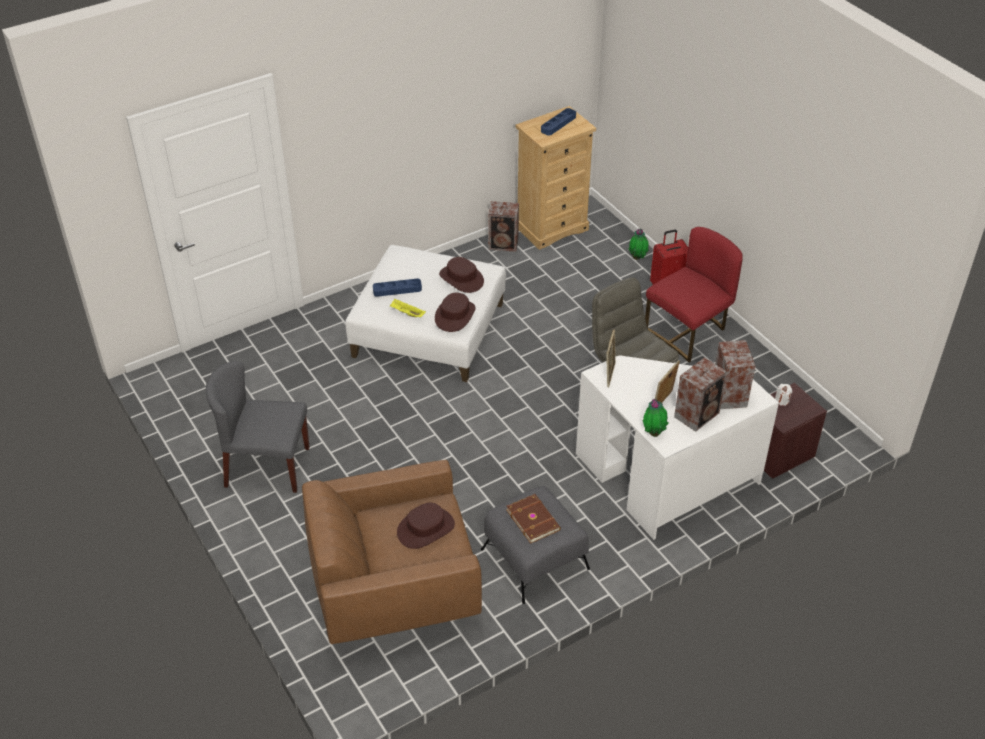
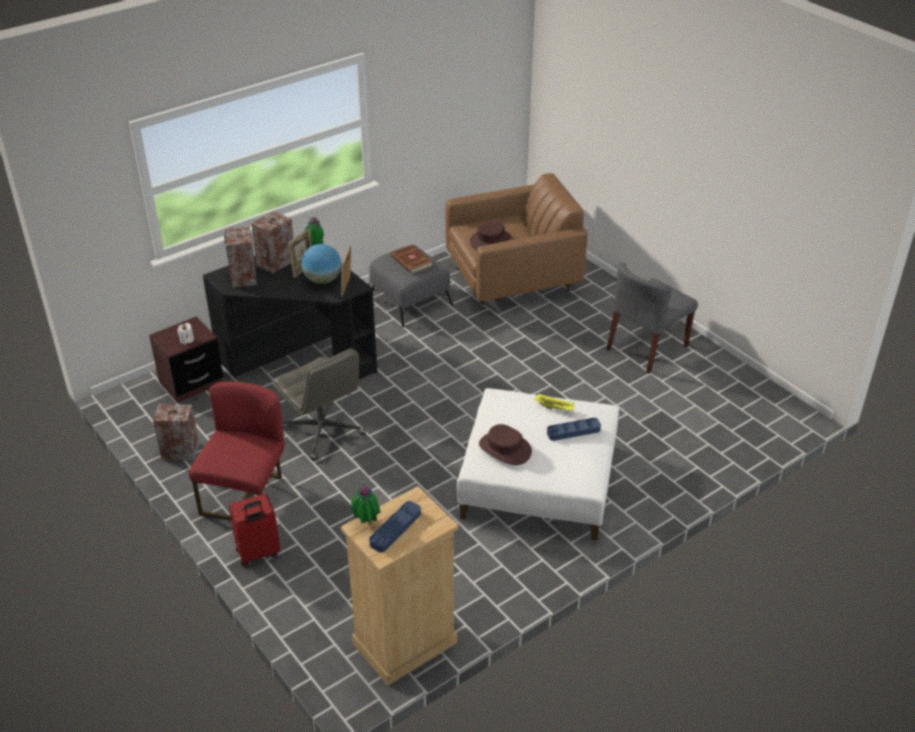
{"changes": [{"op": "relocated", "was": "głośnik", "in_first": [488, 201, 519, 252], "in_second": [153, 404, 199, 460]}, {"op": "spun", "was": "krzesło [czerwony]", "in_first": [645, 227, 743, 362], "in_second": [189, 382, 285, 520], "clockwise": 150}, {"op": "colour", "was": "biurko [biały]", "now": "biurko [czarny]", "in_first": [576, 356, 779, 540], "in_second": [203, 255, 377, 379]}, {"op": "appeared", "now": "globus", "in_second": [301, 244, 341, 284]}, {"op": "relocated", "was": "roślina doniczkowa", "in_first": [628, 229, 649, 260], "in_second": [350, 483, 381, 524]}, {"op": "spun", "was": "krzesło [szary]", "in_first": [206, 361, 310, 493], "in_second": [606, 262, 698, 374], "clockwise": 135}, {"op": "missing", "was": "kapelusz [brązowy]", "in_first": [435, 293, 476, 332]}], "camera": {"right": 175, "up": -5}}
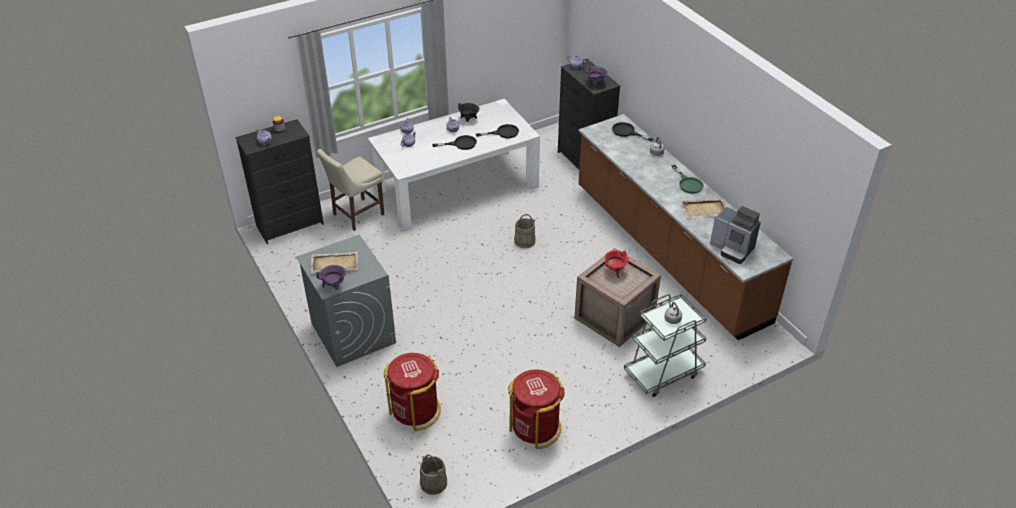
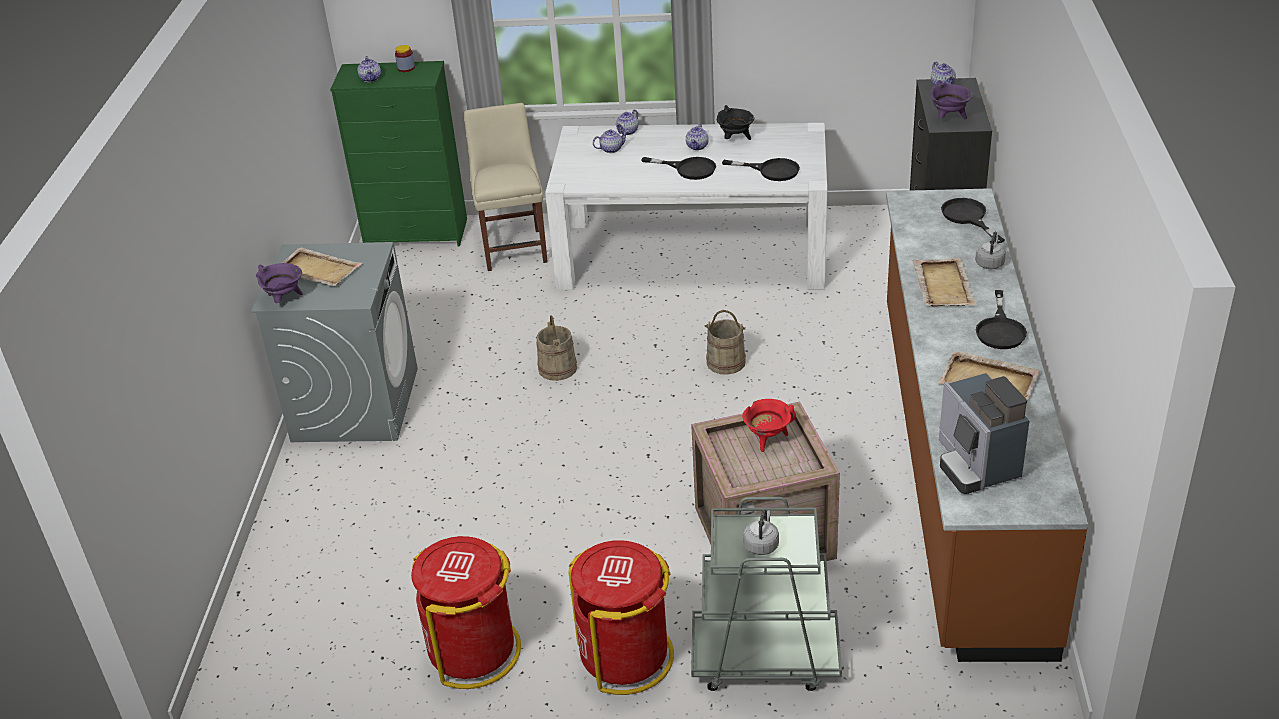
{"changes": [{"op": "colour", "was": "komoda [czarny]", "now": "komoda [zielony]", "in_first": [235, 119, 324, 244], "in_second": [330, 61, 467, 247]}, {"op": "spun", "was": "krzesło [beżowy]", "in_first": [317, 149, 384, 231], "in_second": [464, 103, 548, 271], "clockwise": 90}, {"op": "relocated", "was": "wiadro [beżowy]", "in_first": [420, 454, 447, 495], "in_second": [536, 315, 577, 381]}, {"op": "relocated", "was": "kosz na śmieci [czerwony]", "in_first": [384, 353, 441, 431], "in_second": [569, 540, 674, 695]}, {"op": "appeared", "now": "taca [beżowy]", "in_second": [912, 258, 977, 306]}, {"op": "colour", "was": "patelnia [zielony]", "now": "patelnia [czarny]", "in_first": [672, 165, 704, 194], "in_second": [976, 290, 1027, 349]}], "camera": {"right": 35, "up": -5}}
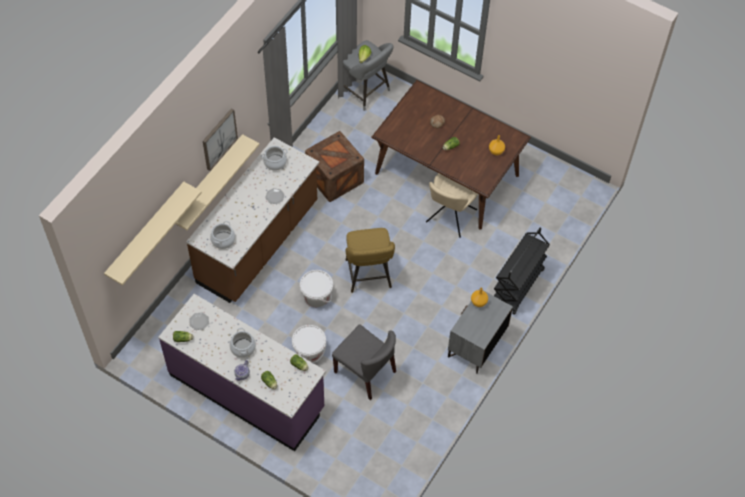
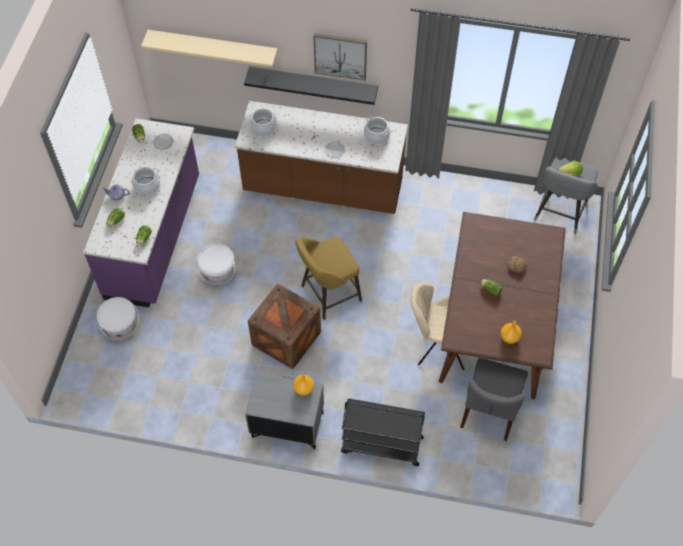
{"changes": [{"op": "relocated", "was": "wiadro [biały]", "in_first": [300, 270, 333, 307], "in_second": [97, 297, 139, 340]}, {"op": "colour", "was": "półka [beżowy]", "now": "półka [czarny]", "in_first": [176, 134, 260, 230], "in_second": [244, 67, 378, 105]}, {"op": "relocated", "was": "skrzynka", "in_first": [305, 131, 364, 202], "in_second": [248, 284, 321, 369]}, {"op": "relocated", "was": "krzesło [szary]", "in_first": [332, 324, 396, 400], "in_second": [460, 358, 528, 441]}], "camera": {"right": 70, "up": 0}}
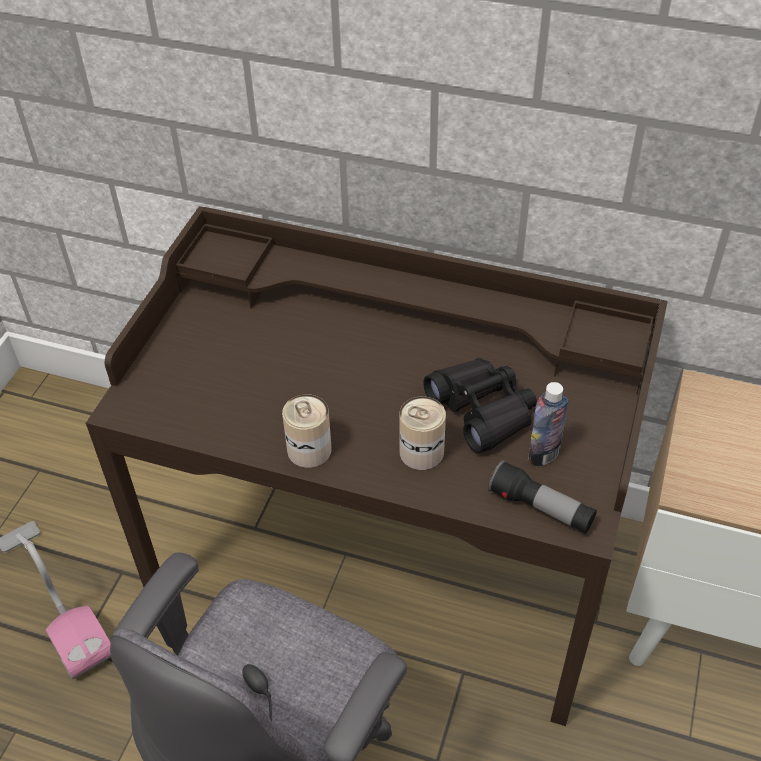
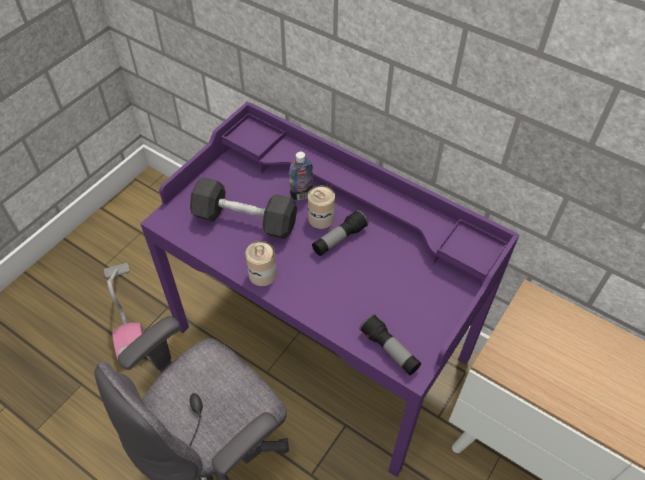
{"changes": [{"op": "colour", "was": "biurko [brązowy]", "now": "biurko [fioletowy]", "in_first": [86, 206, 668, 726], "in_second": [141, 101, 520, 477]}, {"op": "appeared", "now": "hantel [szary]", "in_second": [190, 177, 297, 239]}, {"op": "relocated", "was": "butelka", "in_first": [528, 382, 569, 466], "in_second": [289, 152, 313, 200]}, {"op": "relocated", "was": "puszka", "in_first": [399, 396, 446, 470], "in_second": [308, 186, 335, 229]}, {"op": "appeared", "now": "latarka", "in_second": [312, 210, 368, 256]}, {"op": "missing", "was": "lornetka [czarny]", "in_first": [423, 358, 537, 453]}], "camera": {"right": 15, "up": 5}}
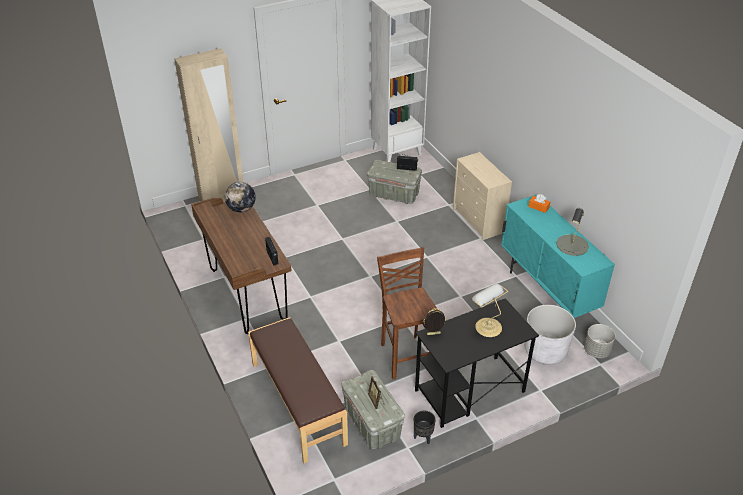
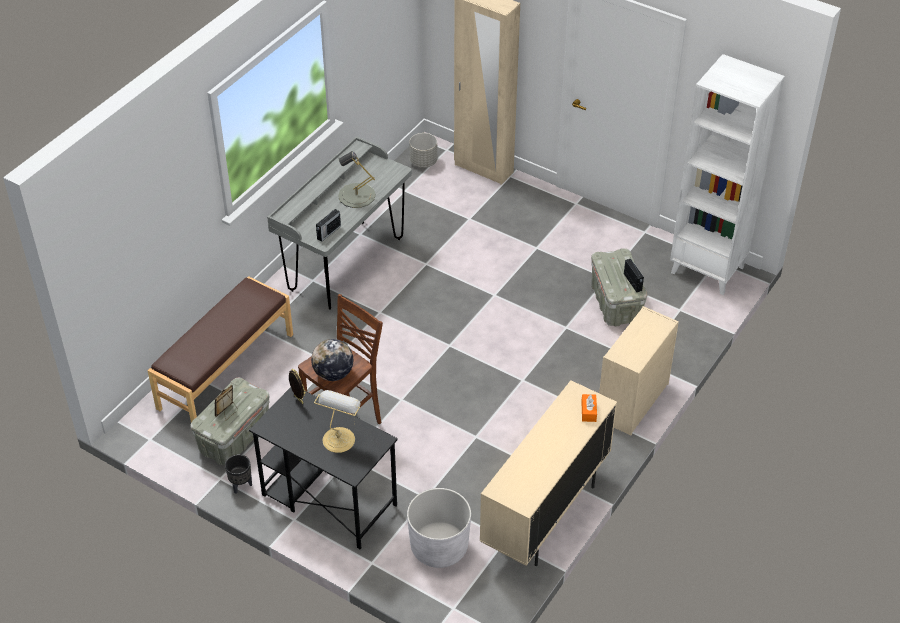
{"changes": [{"op": "colour", "was": "biurko [brązowy]", "now": "biurko [szary]", "in_first": [191, 197, 291, 334], "in_second": [267, 136, 412, 310]}, {"op": "relocated", "was": "globus", "in_first": [225, 182, 256, 212], "in_second": [311, 339, 353, 381]}, {"op": "relocated", "was": "lampa stołowa [szary]", "in_first": [556, 208, 589, 256], "in_second": [338, 151, 376, 208]}, {"op": "relocated", "was": "donica [szary]", "in_first": [584, 324, 615, 358], "in_second": [409, 133, 437, 168]}, {"op": "colour", "was": "szafka [turkusowy]", "now": "szafka [beżowy]", "in_first": [501, 194, 615, 318], "in_second": [480, 380, 617, 566]}], "camera": {"right": 60, "up": 5}}
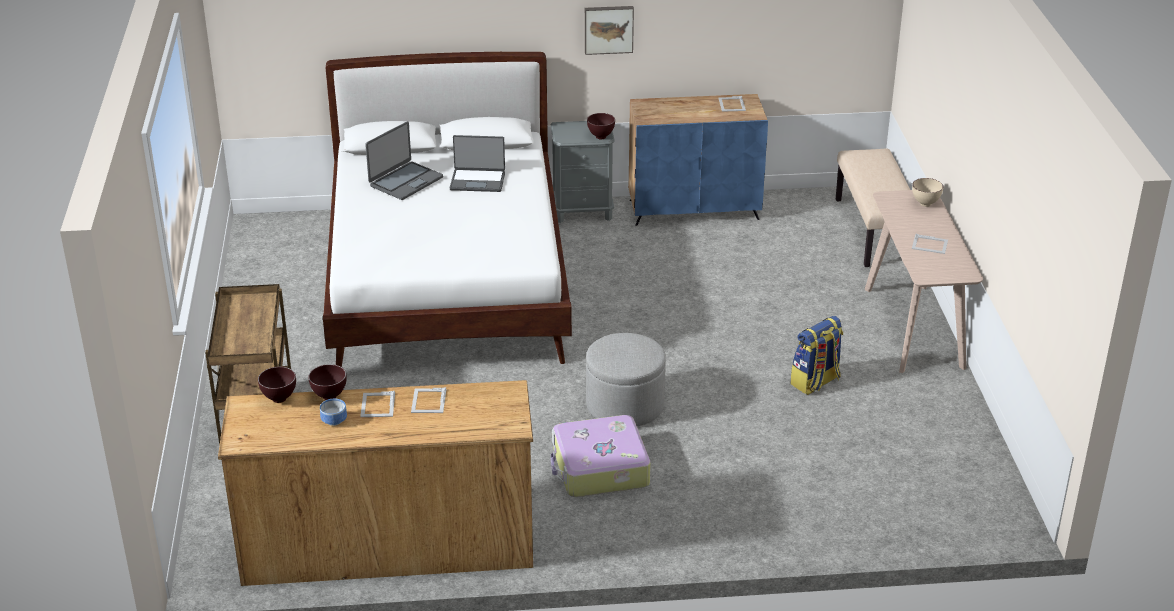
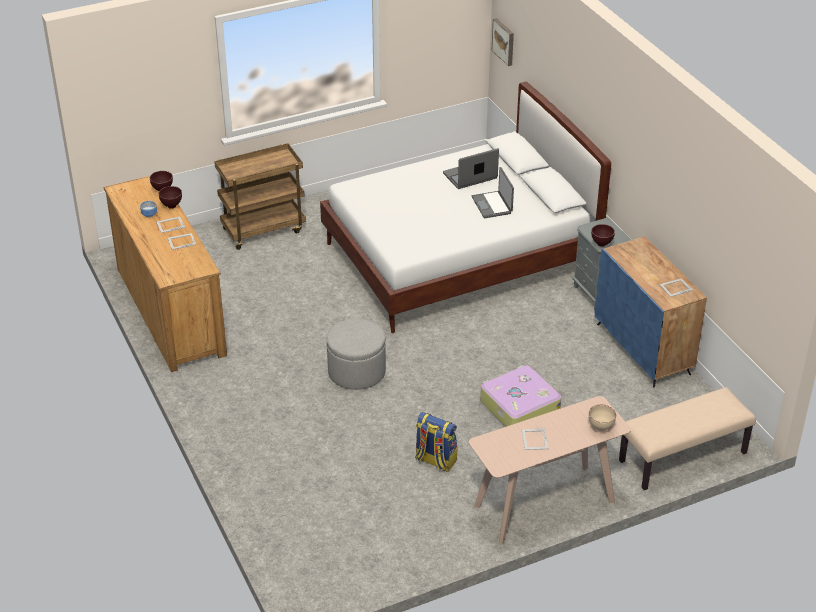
{"changes": [{"op": "spun", "was": "laptop", "in_first": [365, 121, 443, 200], "in_second": [443, 148, 499, 189], "clockwise": 135}, {"op": "relocated", "was": "walizka", "in_first": [551, 415, 651, 497], "in_second": [480, 365, 561, 427]}, {"op": "relocated", "was": "obraz", "in_first": [585, 6, 634, 55], "in_second": [492, 18, 514, 66]}], "camera": {"right": 70, "up": 5}}
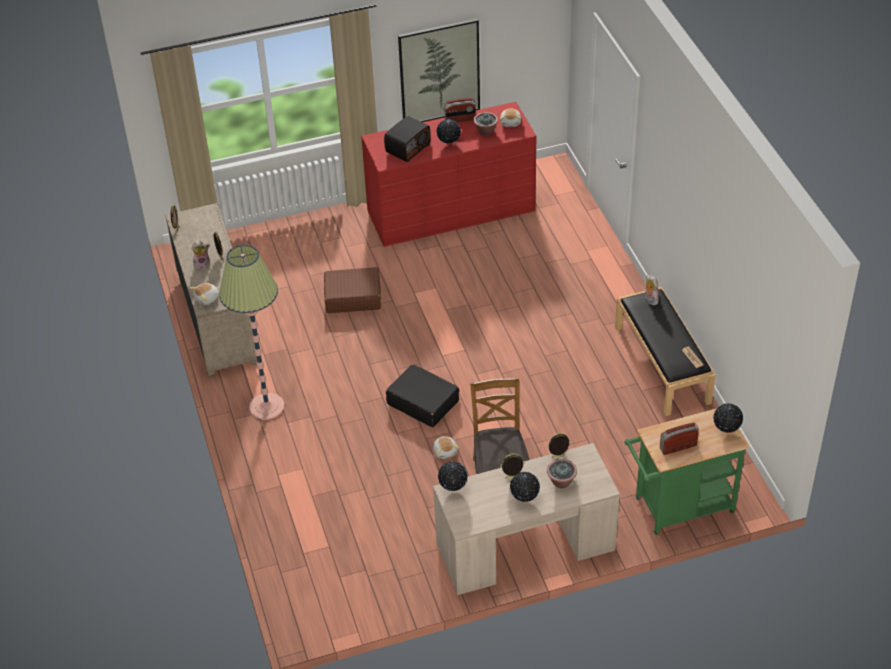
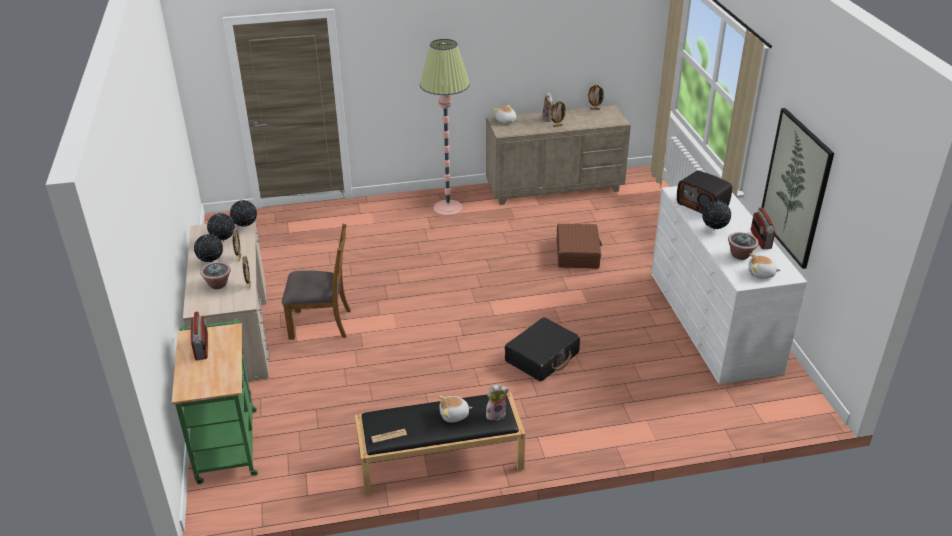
{"changes": [{"op": "relocated", "was": "globus", "in_first": [713, 403, 743, 433], "in_second": [207, 212, 235, 240]}, {"op": "relocated", "was": "pluszak", "in_first": [433, 436, 459, 459], "in_second": [438, 395, 473, 423]}, {"op": "relocated", "was": "walizka [czarny]", "in_first": [386, 364, 459, 427], "in_second": [505, 317, 580, 382]}, {"op": "colour", "was": "komoda [czerwony]", "now": "komoda [biały]", "in_first": [361, 102, 536, 247], "in_second": [651, 186, 807, 384]}], "camera": {"right": 95, "up": -10}}
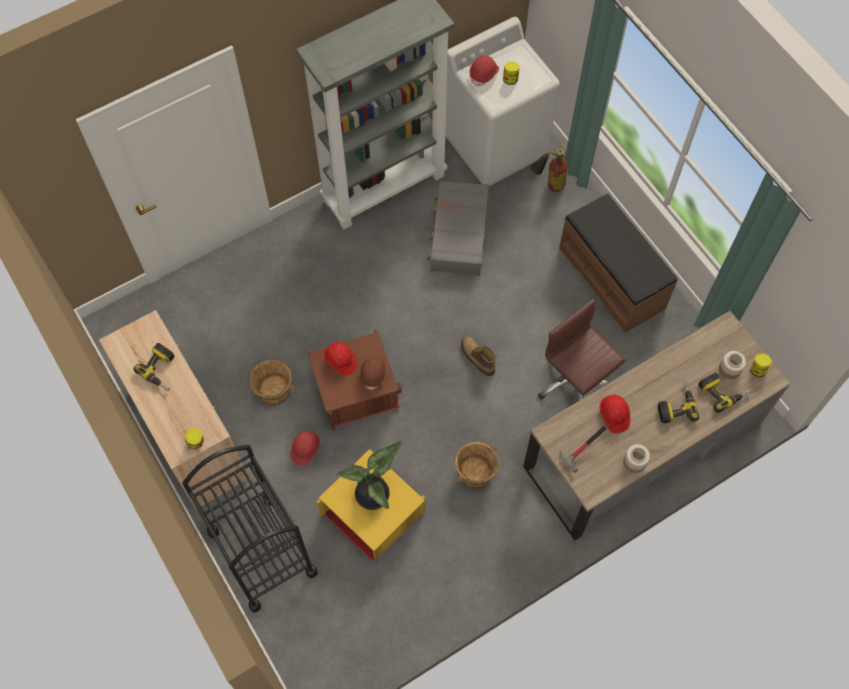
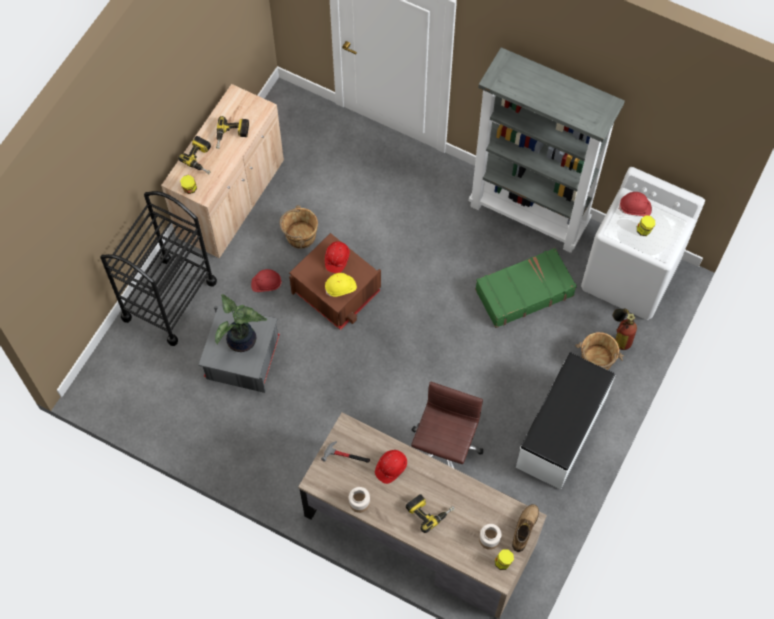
{"changes": [{"op": "relocated", "was": "wiertarka", "in_first": [698, 373, 751, 413], "in_second": [178, 136, 211, 174]}, {"op": "colour", "was": "pojemnik do przechowywania [żółty]", "now": "pojemnik do przechowywania [szary]", "in_first": [317, 449, 425, 561], "in_second": [199, 305, 280, 393]}, {"op": "colour", "was": "kask [brązowy]", "now": "kask [żółty]", "in_first": [359, 357, 387, 391], "in_second": [325, 273, 357, 297]}, {"op": "colour", "was": "walizka [szary]", "now": "walizka [zielony]", "in_first": [427, 180, 489, 275], "in_second": [475, 248, 577, 328]}, {"op": "relocated", "was": "but z cholewką", "in_first": [461, 337, 496, 376], "in_second": [512, 504, 539, 552]}, {"op": "colour", "was": "ławka [brązowy]", "now": "ławka [biały]", "in_first": [559, 193, 678, 333], "in_second": [516, 353, 616, 490]}, {"op": "relocated", "was": "wiadro [brązowy]", "in_first": [455, 442, 499, 488], "in_second": [575, 332, 624, 370]}], "camera": {"right": 60, "up": 0}}
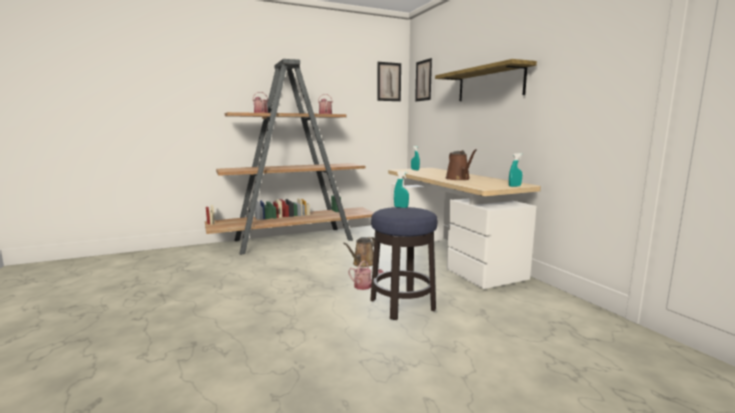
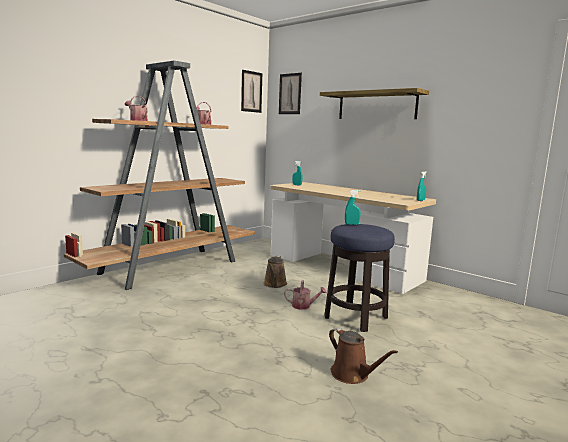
{"changes": [{"op": "relocated", "was": "konewka [brązowy]", "in_first": [446, 149, 477, 180], "in_second": [329, 327, 398, 384]}], "camera": {"right": -25, "up": 0}}
